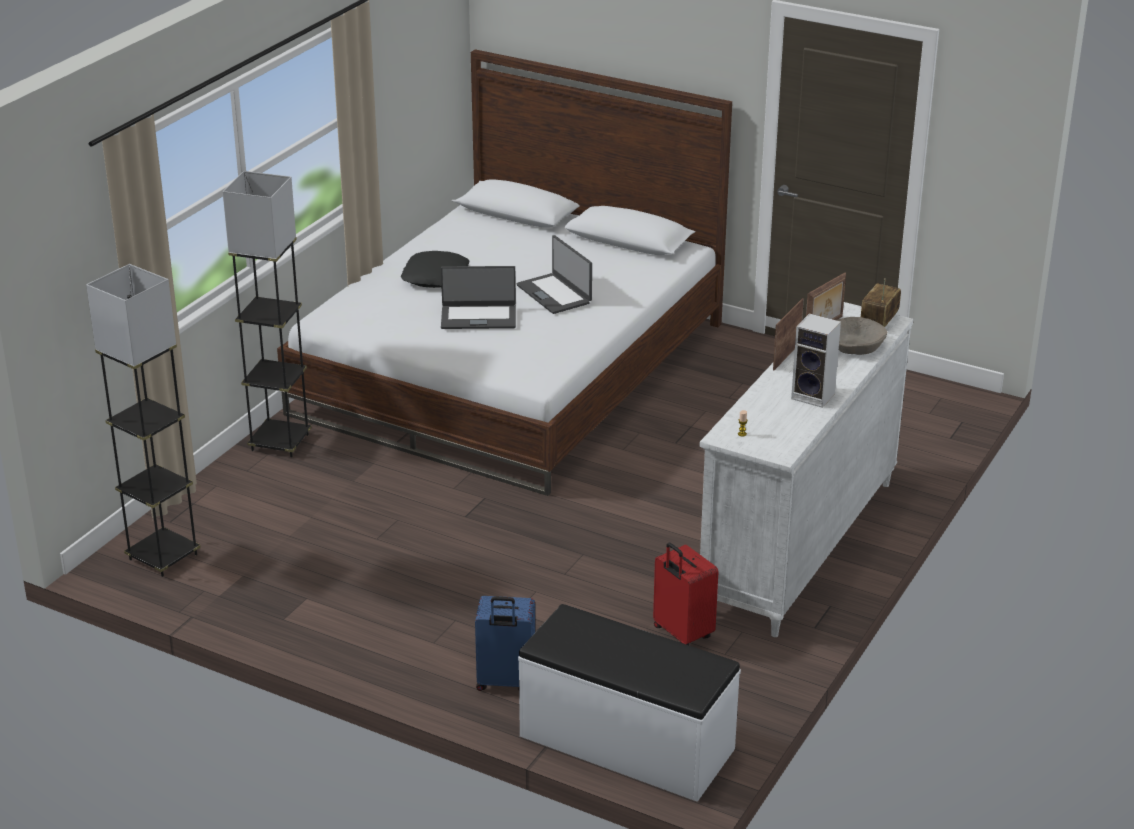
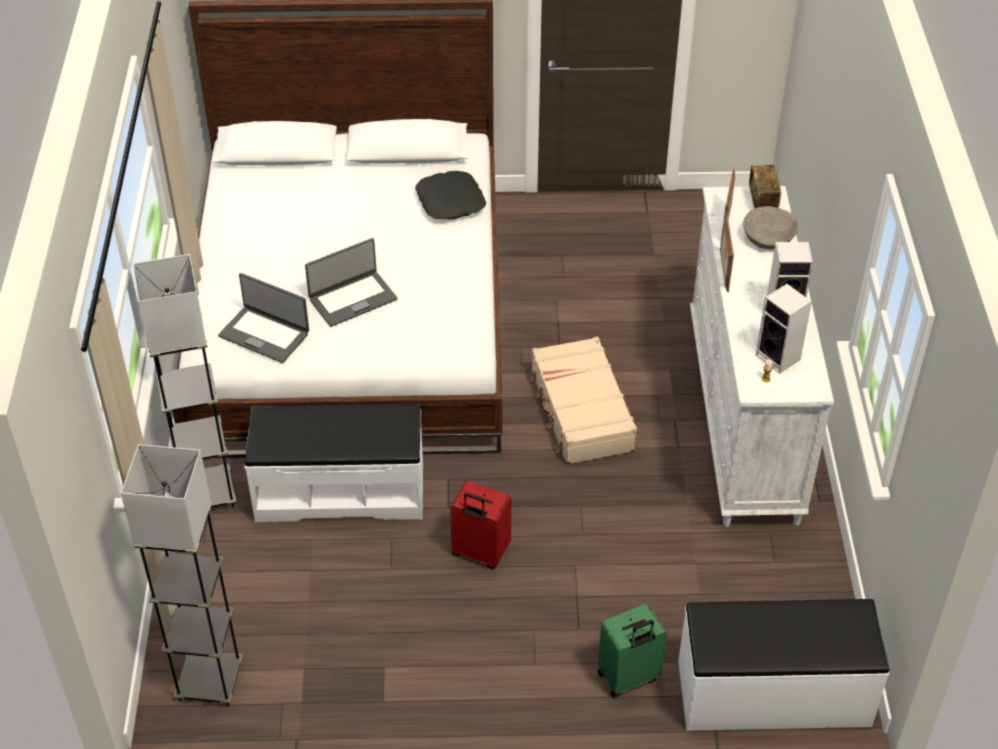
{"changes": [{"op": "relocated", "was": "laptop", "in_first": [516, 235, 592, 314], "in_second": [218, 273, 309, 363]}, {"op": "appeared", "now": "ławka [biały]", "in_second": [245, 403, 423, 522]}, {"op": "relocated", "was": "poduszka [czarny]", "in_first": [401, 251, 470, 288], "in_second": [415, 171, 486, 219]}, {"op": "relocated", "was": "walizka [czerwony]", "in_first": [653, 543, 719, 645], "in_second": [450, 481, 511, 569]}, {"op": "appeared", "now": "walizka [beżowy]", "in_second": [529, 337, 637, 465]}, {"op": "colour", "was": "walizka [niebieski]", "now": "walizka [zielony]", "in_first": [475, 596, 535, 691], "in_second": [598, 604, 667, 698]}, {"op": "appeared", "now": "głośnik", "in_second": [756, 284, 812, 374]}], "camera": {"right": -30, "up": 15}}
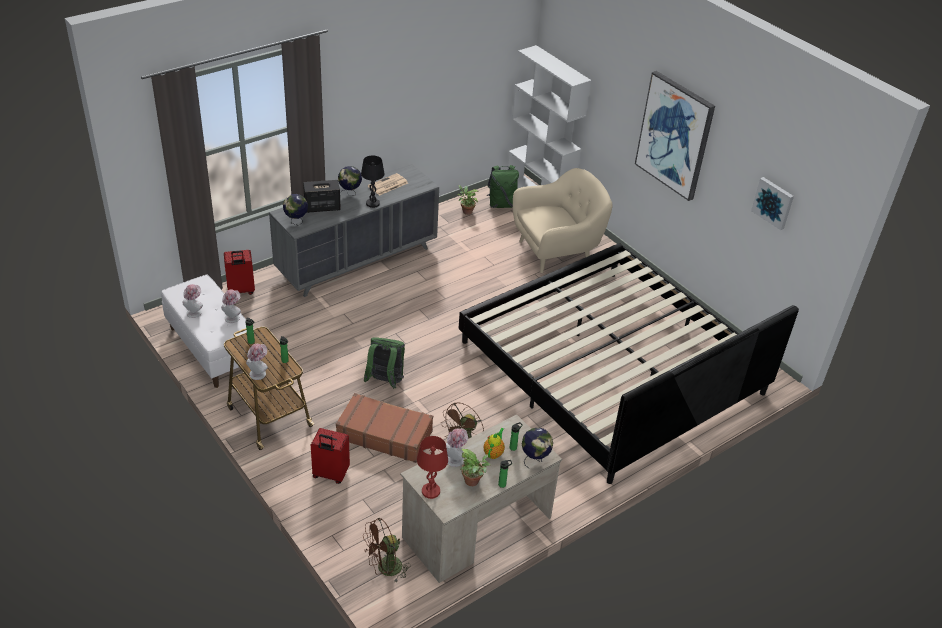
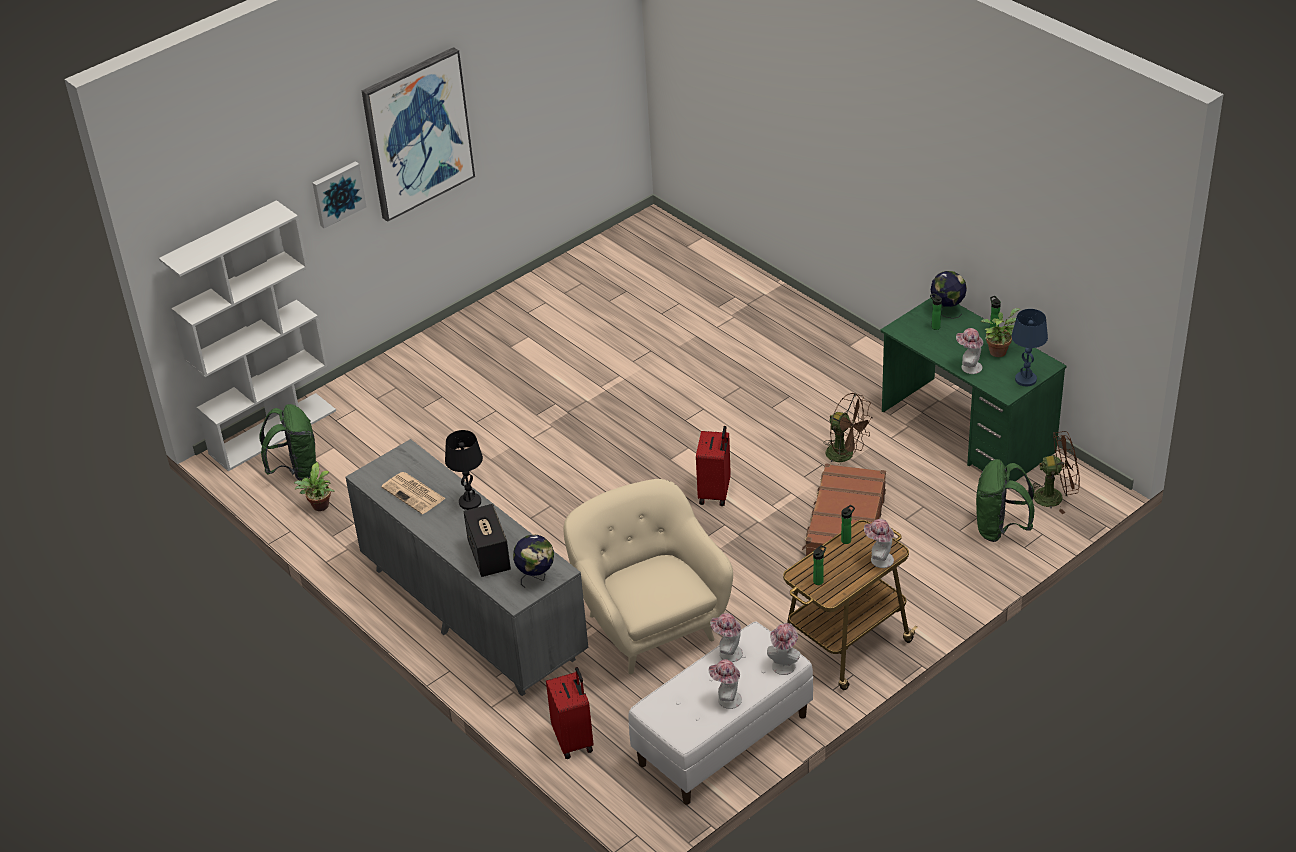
{"changes": [{"op": "relocated", "was": "obraz", "in_first": [751, 177, 794, 230], "in_second": [313, 161, 367, 229]}, {"op": "relocated", "was": "fotel [beżowy]", "in_first": [513, 168, 613, 273], "in_second": [564, 479, 733, 674]}, {"op": "relocated", "was": "walizka [czerwony]", "in_first": [311, 428, 350, 484], "in_second": [696, 426, 731, 506]}, {"op": "appeared", "now": "kapelusz", "in_second": [767, 623, 800, 675]}, {"op": "colour", "was": "biurko [beżowy]", "now": "biurko [zielony]", "in_first": [400, 414, 562, 583], "in_second": [880, 297, 1067, 481]}, {"op": "relocated", "was": "plecak [zielony]", "in_first": [363, 337, 405, 389], "in_second": [976, 459, 1035, 542]}, {"op": "colour", "was": "lampa stołowa [czerwony]", "now": "lampa stołowa [niebieski]", "in_first": [417, 436, 448, 499], "in_second": [1011, 309, 1048, 386]}, {"op": "spun", "was": "wentylator [brązowy]", "in_first": [363, 518, 411, 583], "in_second": [1028, 431, 1080, 514], "clockwise": -60}, {"op": "missing", "was": "globus", "in_first": [338, 166, 362, 196]}, {"op": "missing", "was": "łóżko", "in_first": [459, 243, 799, 484]}, {"op": "missing", "was": "imbryk", "in_first": [484, 428, 505, 459]}], "camera": {"right": -90, "up": 0}}
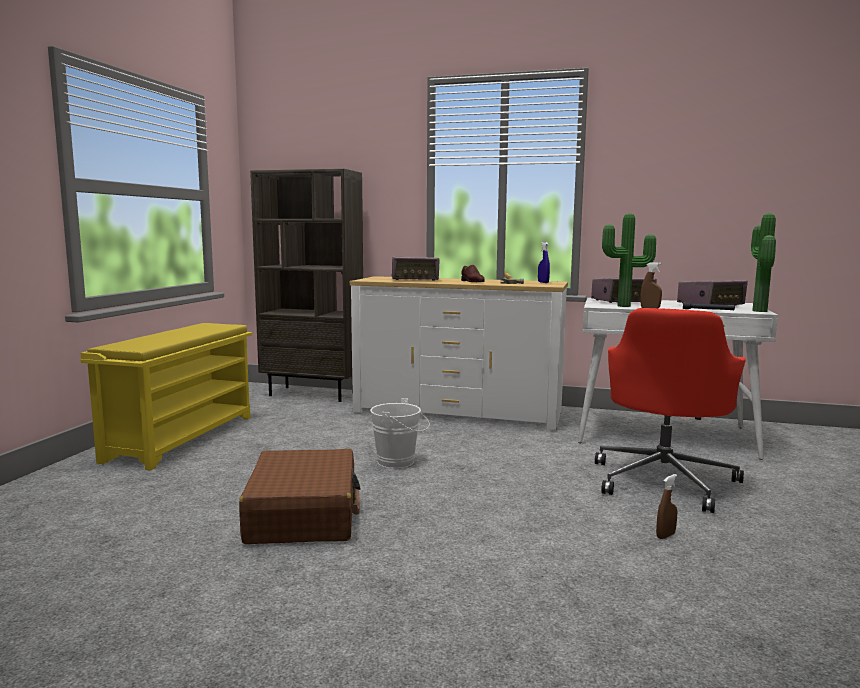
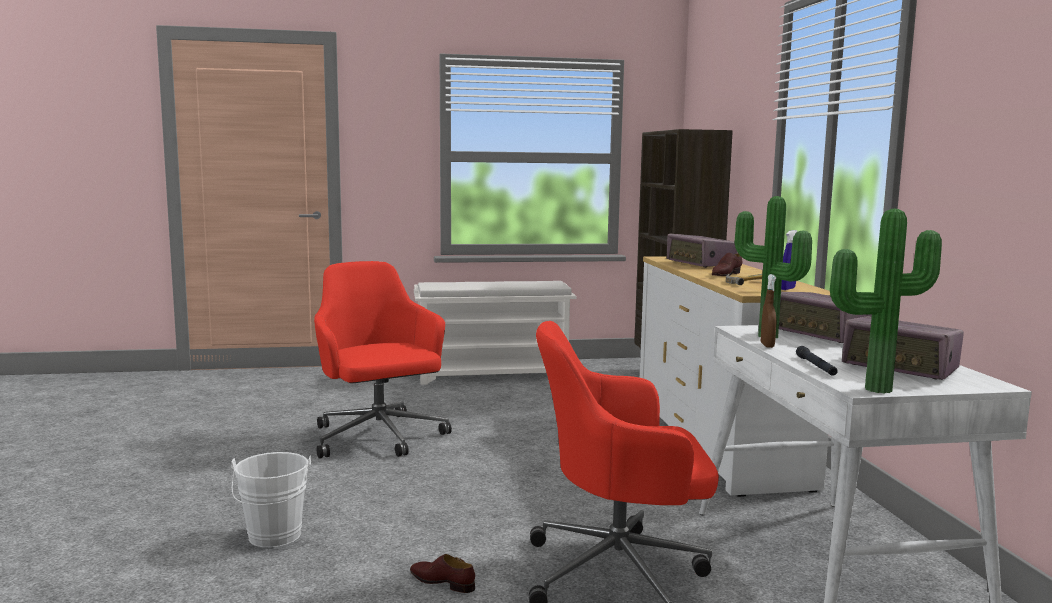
{"changes": [{"op": "relocated", "was": "wiadro [biały]", "in_first": [370, 398, 430, 468], "in_second": [231, 452, 311, 548]}, {"op": "exchanged", "was": "walizka [brązowy]", "now": "krzesło biurowe [czerwony]", "in_first": [239, 449, 360, 544], "in_second": [314, 261, 452, 459]}, {"op": "exchanged", "was": "spryskiwacz [brązowy]", "now": "but [brązowy]", "in_first": [656, 474, 677, 539], "in_second": [410, 554, 475, 593]}, {"op": "colour", "was": "regał na buty [żółty]", "now": "regał na buty [biały]", "in_first": [80, 323, 252, 471], "in_second": [414, 281, 577, 385]}], "camera": {"right": 65, "up": 0}}
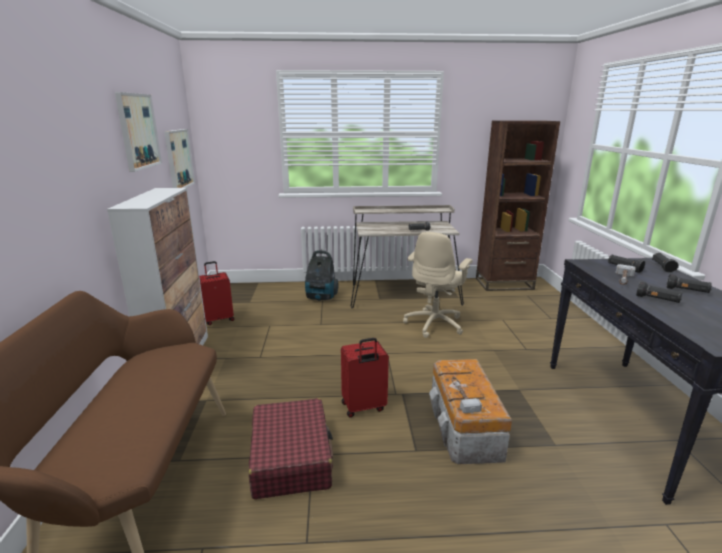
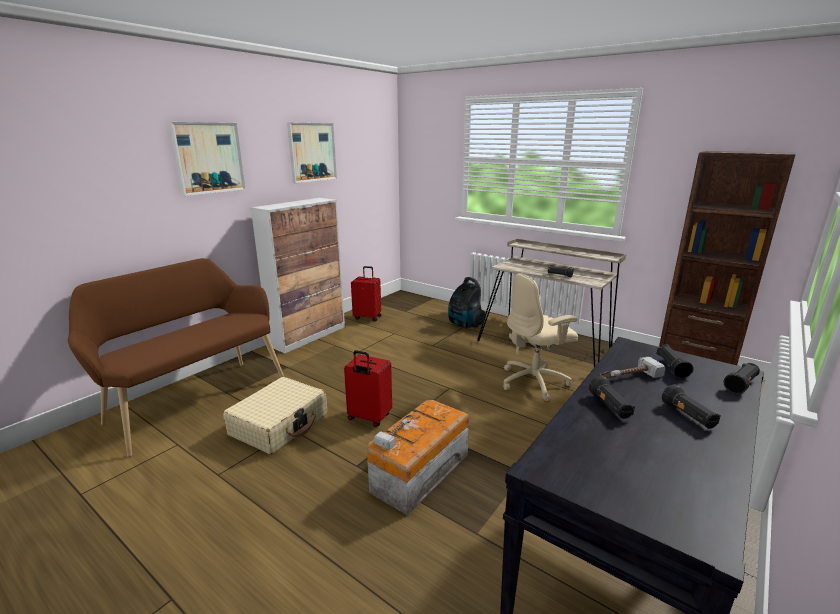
{"changes": [{"op": "relocated", "was": "obraz", "in_first": [164, 129, 195, 188], "in_second": [169, 122, 246, 196]}, {"op": "colour", "was": "walizka [czerwony]", "now": "walizka [beżowy]", "in_first": [249, 398, 333, 499], "in_second": [223, 377, 327, 454]}], "camera": {"right": 40, "up": 0}}
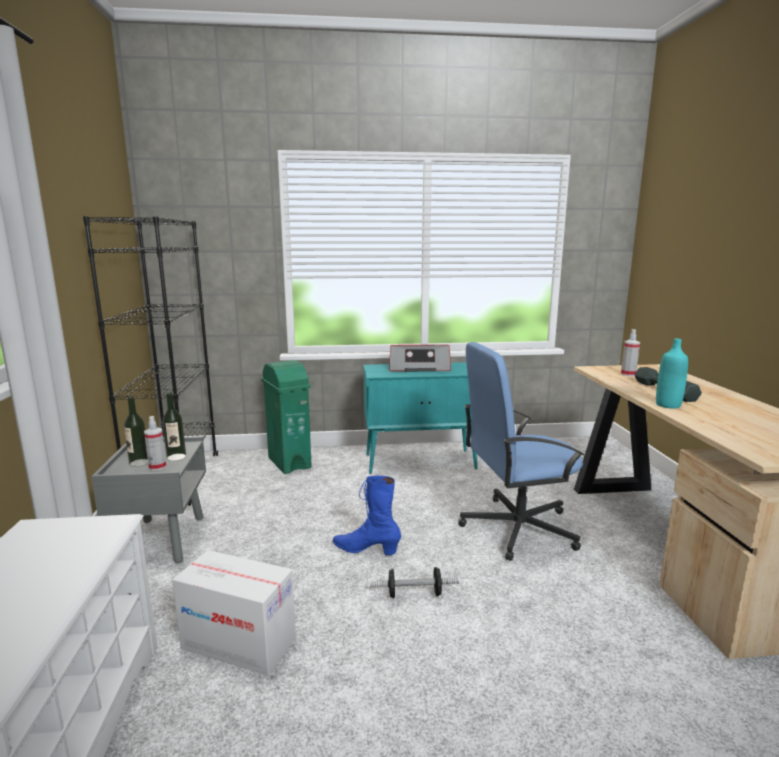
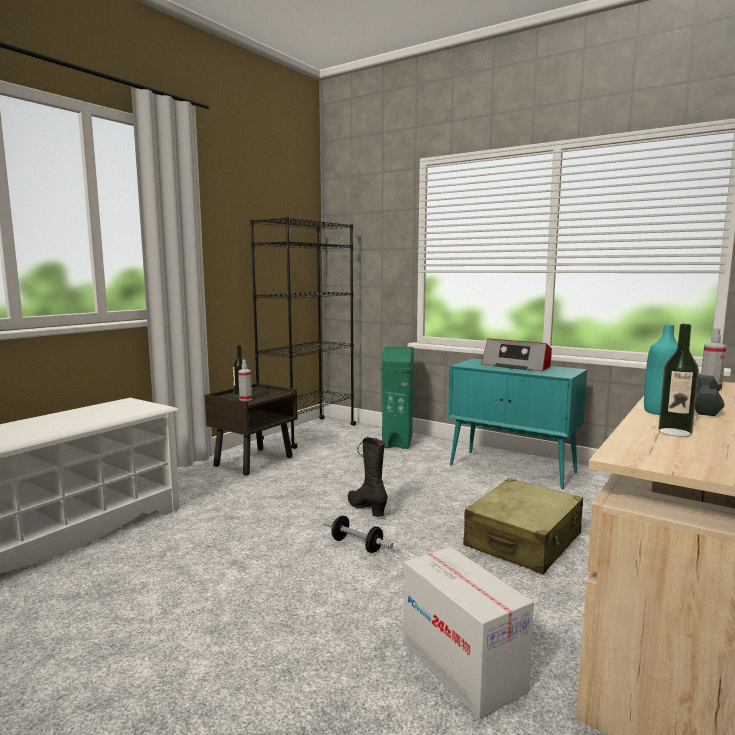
{"changes": [{"op": "colour", "was": "szafka nocna [szary]", "now": "szafka nocna [brązowy]", "in_first": [91, 436, 206, 563], "in_second": [205, 383, 297, 475]}, {"op": "colour", "was": "but z cholewką [niebieski]", "now": "but z cholewką [czarny]", "in_first": [333, 475, 401, 555], "in_second": [348, 437, 388, 517]}, {"op": "relocated", "was": "karton", "in_first": [172, 550, 296, 675], "in_second": [403, 547, 534, 719]}, {"op": "exchanged", "was": "krzesło biurowe [niebieski]", "now": "walizka [beżowy]", "in_first": [458, 342, 584, 561], "in_second": [463, 478, 583, 574]}, {"op": "relocated", "was": "butelka", "in_first": [162, 393, 186, 461], "in_second": [658, 324, 699, 437]}], "camera": {"right": 40, "up": -5}}
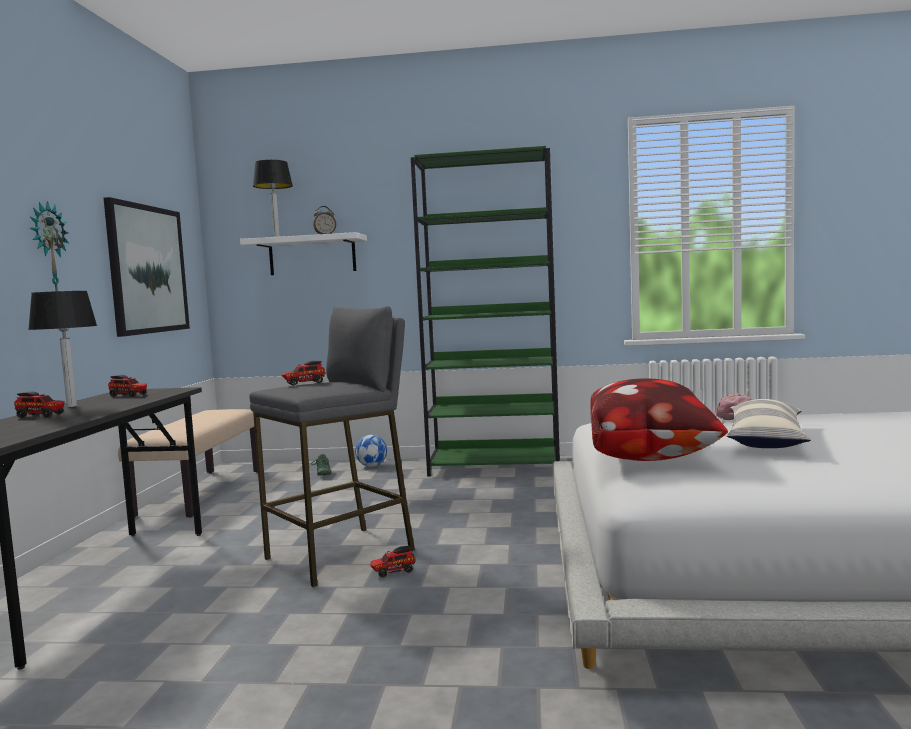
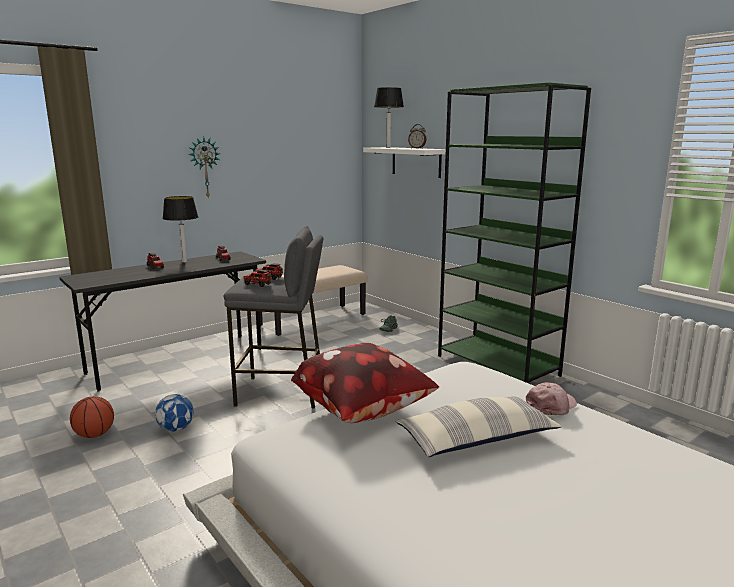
{"changes": [{"op": "appeared", "now": "piłka do koszykówki", "in_second": [70, 396, 114, 438]}, {"op": "relocated", "was": "piłka futbolowa", "in_first": [355, 435, 387, 467], "in_second": [155, 394, 194, 432]}, {"op": "relocated", "was": "ciężarówka zabawkowa", "in_first": [370, 546, 415, 578], "in_second": [243, 270, 272, 287]}, {"op": "missing", "was": "obraz", "in_first": [104, 197, 190, 337]}], "camera": {"right": 45, "up": 10}}
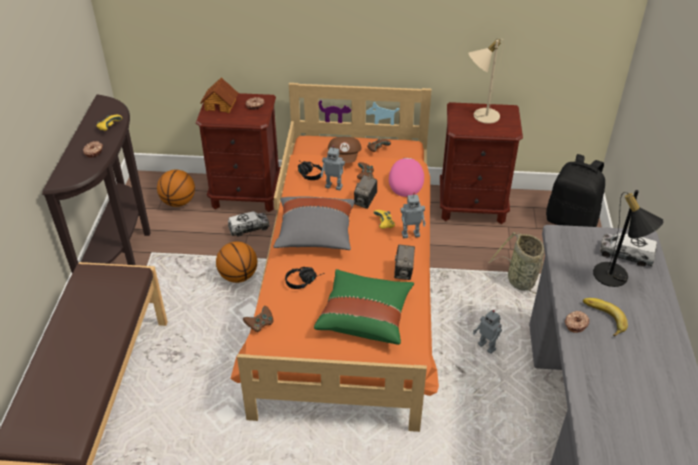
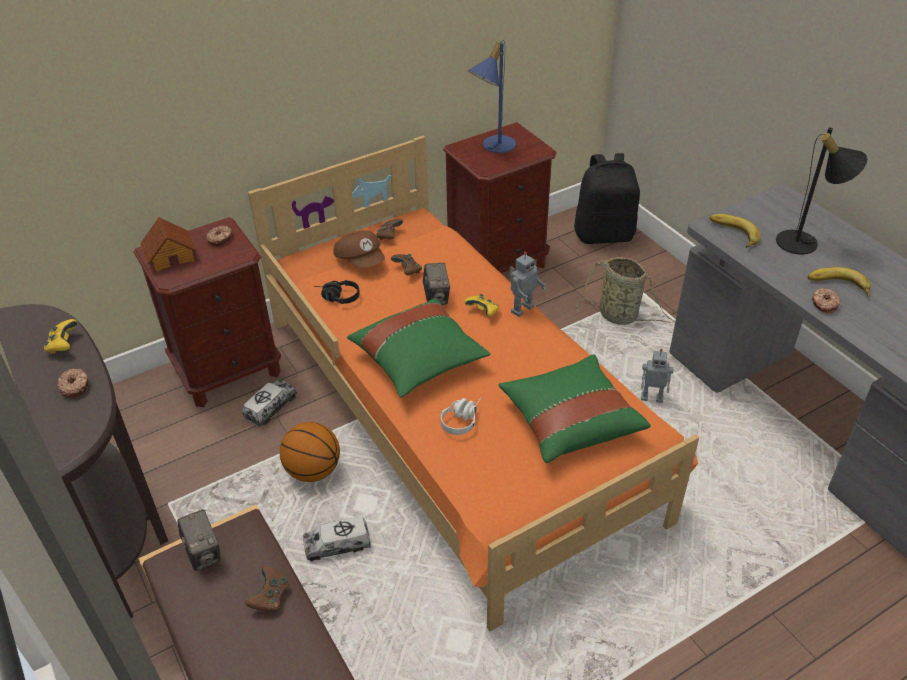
{"changes": [{"op": "relocated", "was": "aparat fotograficzny", "in_first": [394, 245, 415, 280], "in_second": [177, 509, 220, 571]}, {"op": "relocated", "was": "pad do gier [brązowy]", "in_first": [243, 306, 274, 333], "in_second": [245, 566, 290, 611]}, {"op": "relocated", "was": "ciężarówka zabawkowa", "in_first": [600, 232, 657, 267], "in_second": [303, 517, 371, 561]}, {"op": "colour", "was": "poduszka [szary]", "now": "poduszka [zielony]", "in_first": [273, 196, 355, 250], "in_second": [347, 298, 490, 398]}, {"op": "colour", "was": "słuchawki [czarny]", "now": "słuchawki [biały]", "in_first": [285, 267, 325, 289], "in_second": [441, 397, 482, 435]}, {"op": "colour", "was": "lampa stołowa [beżowy]", "now": "lampa stołowa [niebieski]", "in_first": [468, 39, 504, 124], "in_second": [468, 40, 516, 153]}, {"op": "appeared", "now": "banan", "in_second": [710, 214, 761, 248]}, {"op": "missing", "was": "piłka do koszykówki", "in_first": [157, 170, 195, 207]}, {"op": "missing", "was": "robot zabawkowy", "in_first": [320, 145, 345, 190]}, {"op": "missing", "was": "czapka z daszkiem [różowy]", "in_first": [389, 158, 424, 197]}], "camera": {"right": -35, "up": 0}}
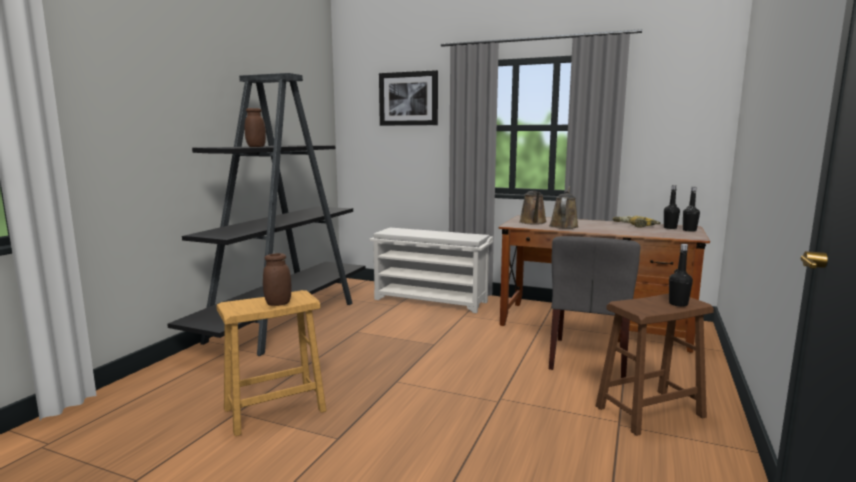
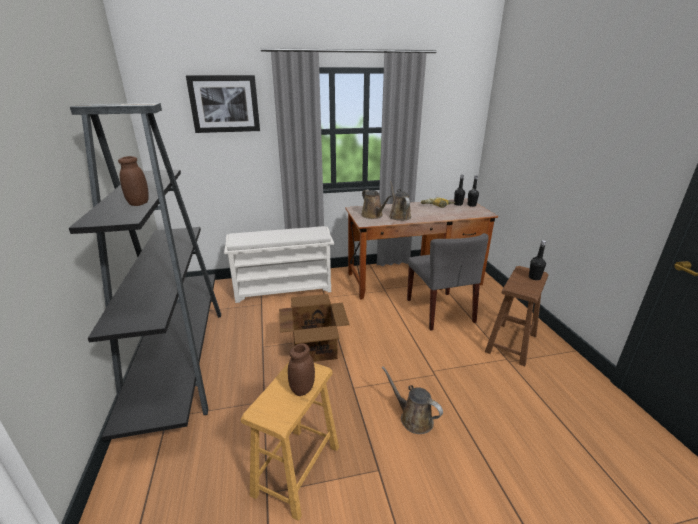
{"changes": [{"op": "appeared", "now": "karton", "in_second": [279, 294, 349, 362]}, {"op": "appeared", "now": "konewka [brązowy]", "in_second": [382, 366, 443, 434]}], "camera": {"right": -35, "up": 15}}
